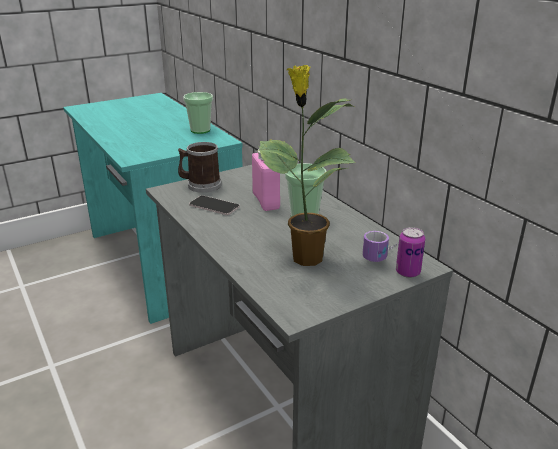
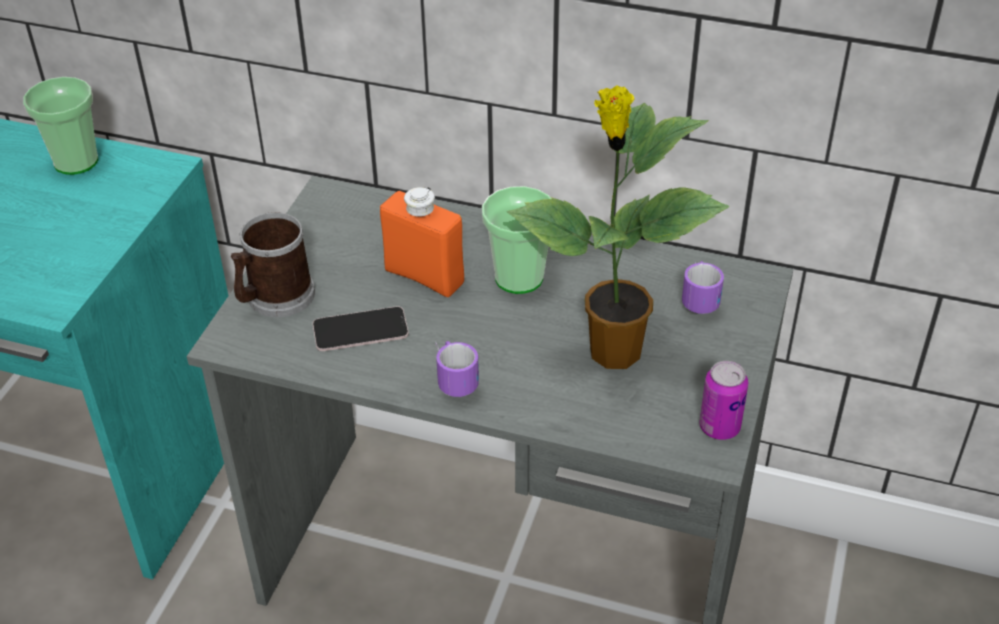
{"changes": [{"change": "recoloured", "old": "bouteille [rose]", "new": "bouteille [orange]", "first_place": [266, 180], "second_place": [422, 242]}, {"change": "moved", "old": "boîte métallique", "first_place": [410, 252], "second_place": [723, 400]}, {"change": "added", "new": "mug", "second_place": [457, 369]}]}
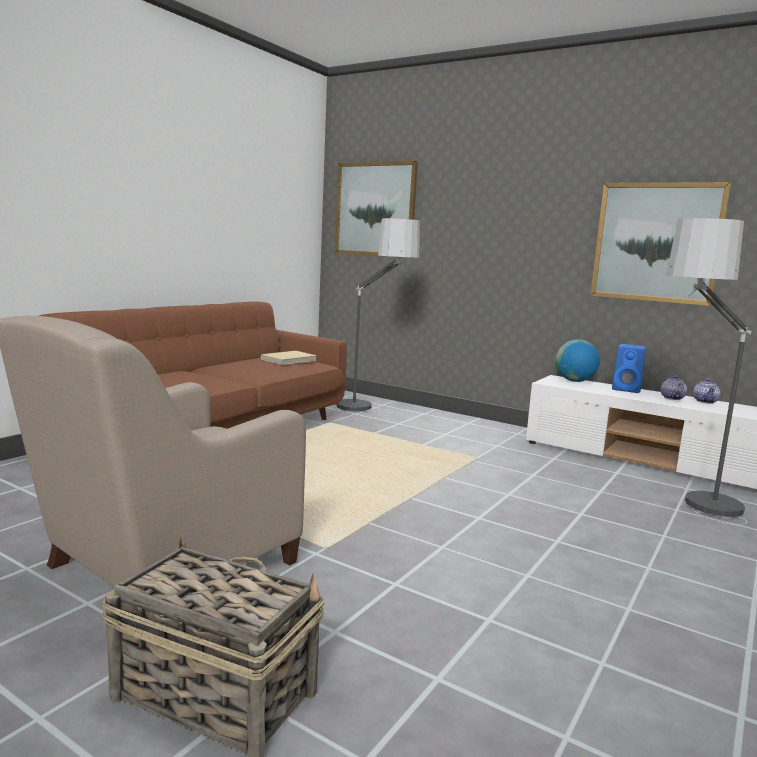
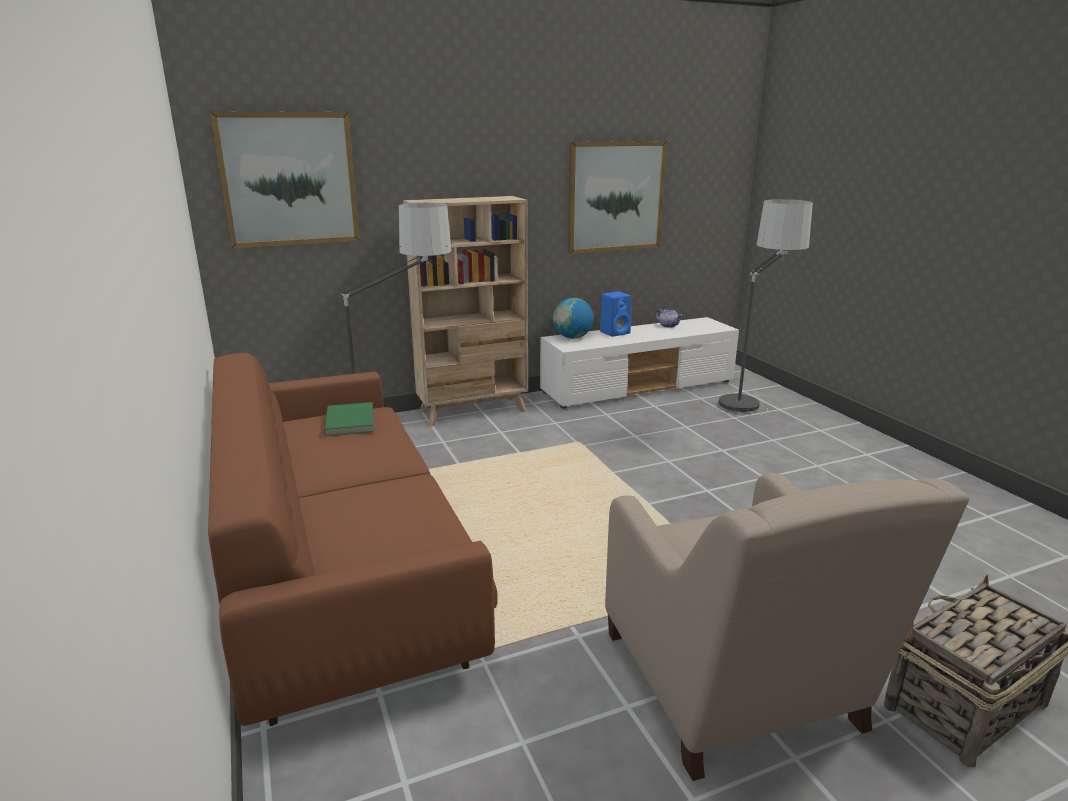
{"changes": [{"change": "recoloured", "old": "livre [beige]", "new": "livre [vert]", "first_place": [289, 358], "second_place": [349, 419]}, {"change": "removed", "old": "théière", "first_place": [674, 388]}, {"change": "added", "new": "bibliothèque [beige]", "second_place": [465, 311]}]}
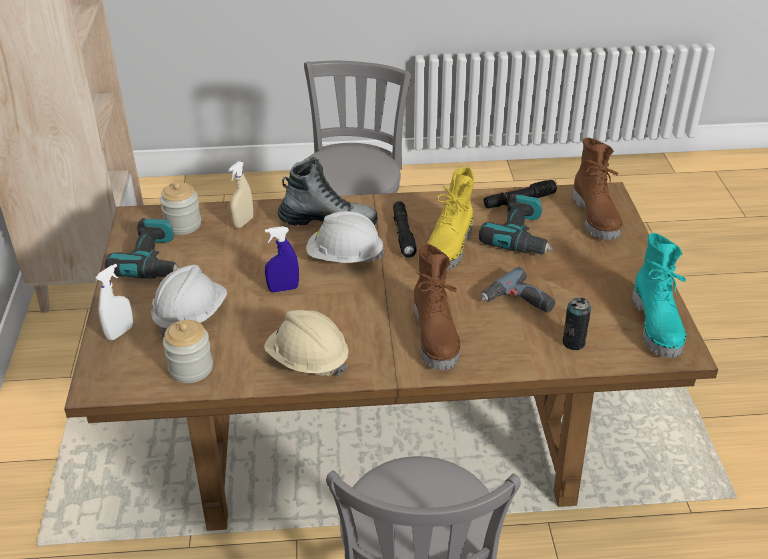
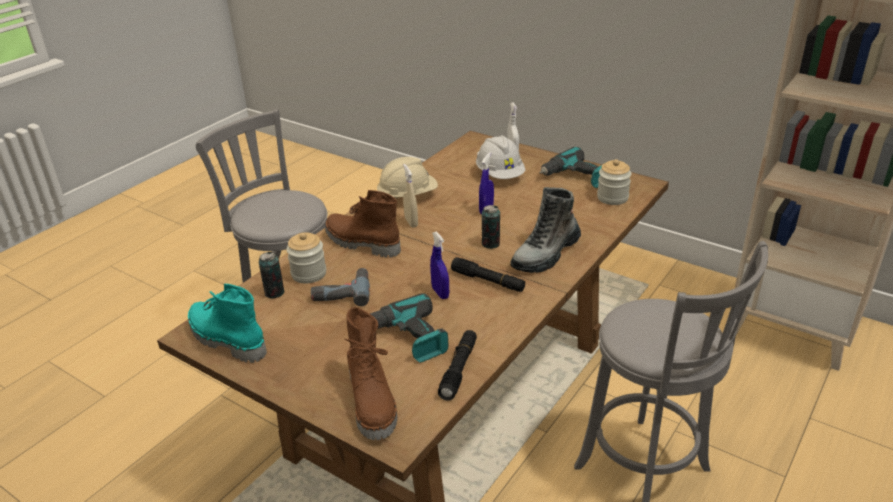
{"changes": [{"change": "turned", "old": "botte [marron]", "first_place": [597, 189], "second_place": [371, 373], "degrees": -135}, {"change": "moved", "old": "vaporisateur [beige]", "first_place": [240, 194], "second_place": [410, 196]}, {"change": "replaced", "old": "botte [jaune]", "new": "vaporisateur [bleu]", "first_place": [450, 218], "second_place": [439, 265]}, {"change": "replaced", "old": "casque de chantier [blanc]", "new": "boîte métallique", "first_place": [345, 237], "second_place": [491, 227]}, {"change": "moved", "old": "bocal", "first_place": [188, 351], "second_place": [306, 258]}]}
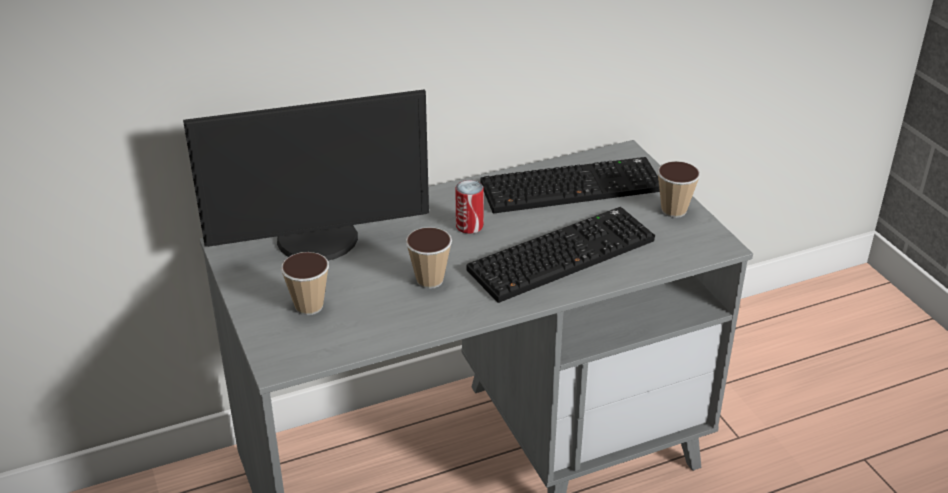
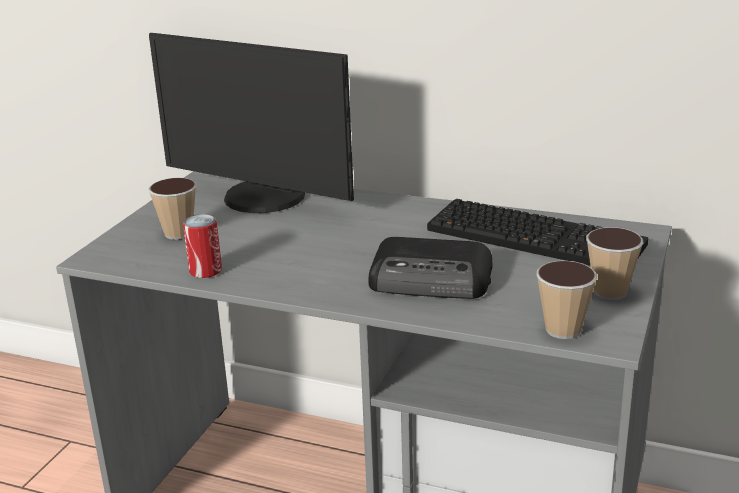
{"changes": [{"change": "moved", "old": "boîte métallique", "first_place": [469, 207], "second_place": [202, 246]}, {"change": "replaced", "old": "clavier", "new": "radio", "first_place": [561, 255], "second_place": [430, 268]}, {"change": "moved", "old": "tasse", "first_place": [428, 258], "second_place": [566, 300]}]}
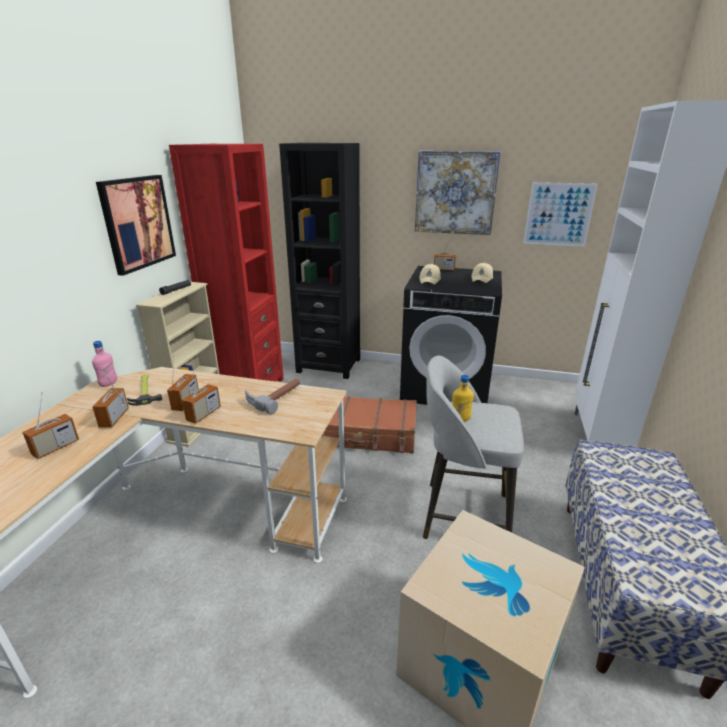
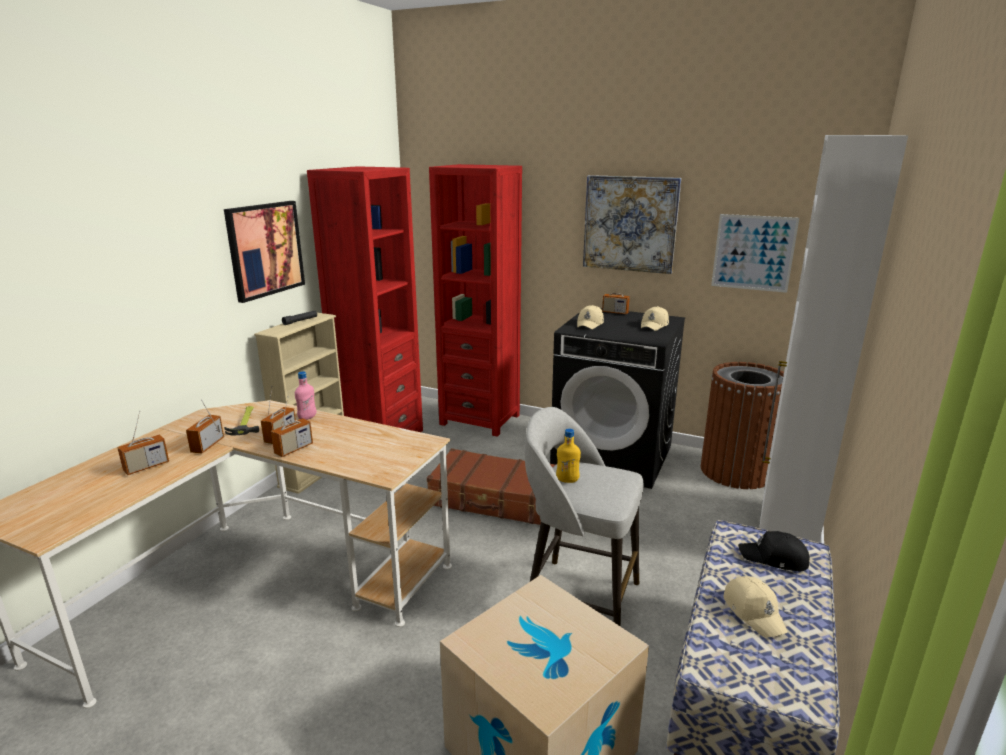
{"changes": [{"change": "recoloured", "old": "bibliothèque [noir]", "new": "bibliothèque [rouge]", "first_place": [319, 261], "second_place": [475, 300]}, {"change": "moved", "old": "bouteille [rose]", "first_place": [104, 364], "second_place": [305, 395]}, {"change": "removed", "old": "marteau", "first_place": [272, 396]}, {"change": "added", "new": "poubelle [marron]", "second_place": [742, 425]}, {"change": "added", "new": "casquette [noir]", "second_place": [774, 551]}, {"change": "added", "new": "casquette [beige]", "second_place": [756, 607]}]}
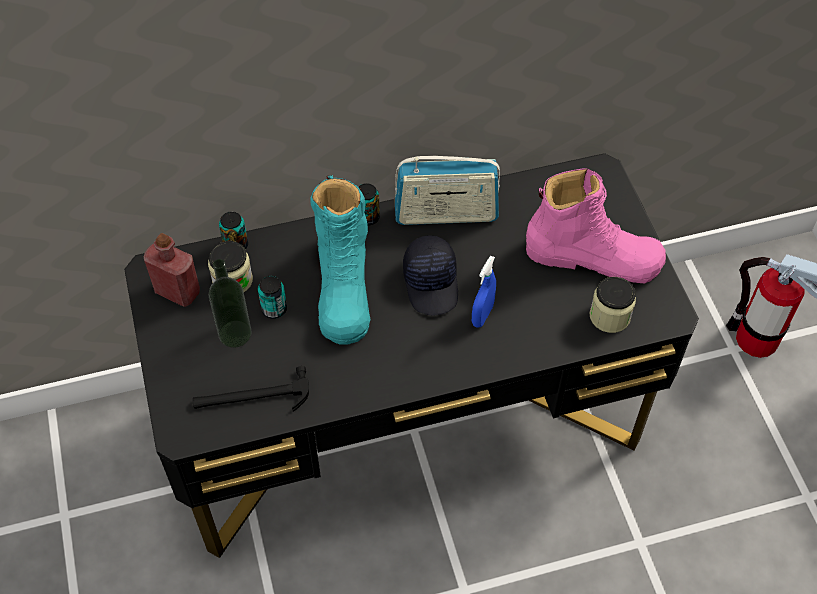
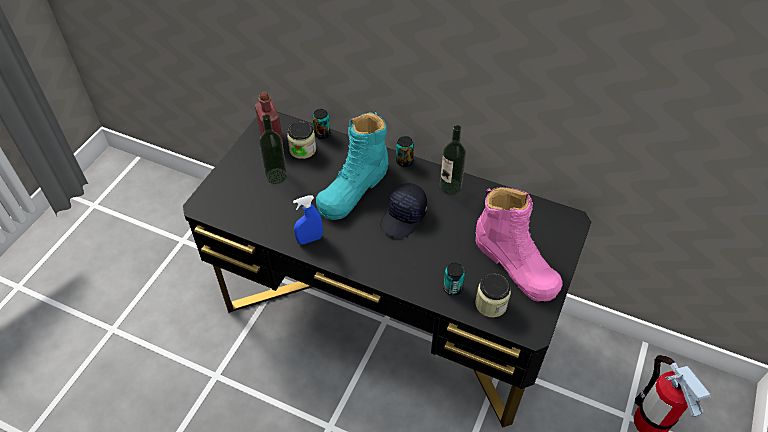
{"changes": [{"change": "replaced", "old": "radio", "new": "bouteille", "first_place": [447, 190], "second_place": [453, 160]}, {"change": "moved", "old": "vaporisateur [bleu]", "first_place": [484, 292], "second_place": [308, 219]}, {"change": "moved", "old": "boîte métallique", "first_place": [272, 297], "second_place": [454, 279]}, {"change": "removed", "old": "marteau", "first_place": [251, 389]}]}
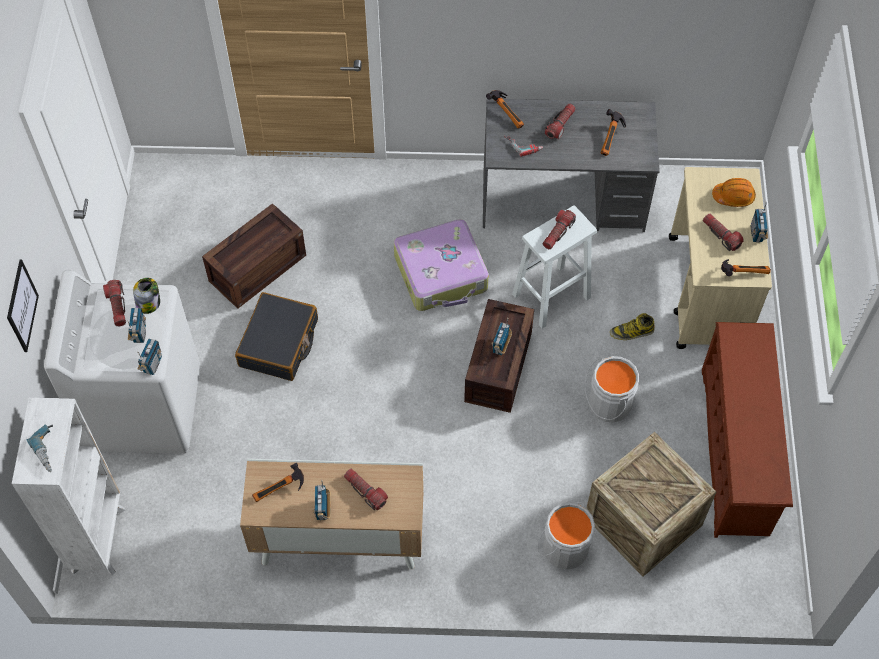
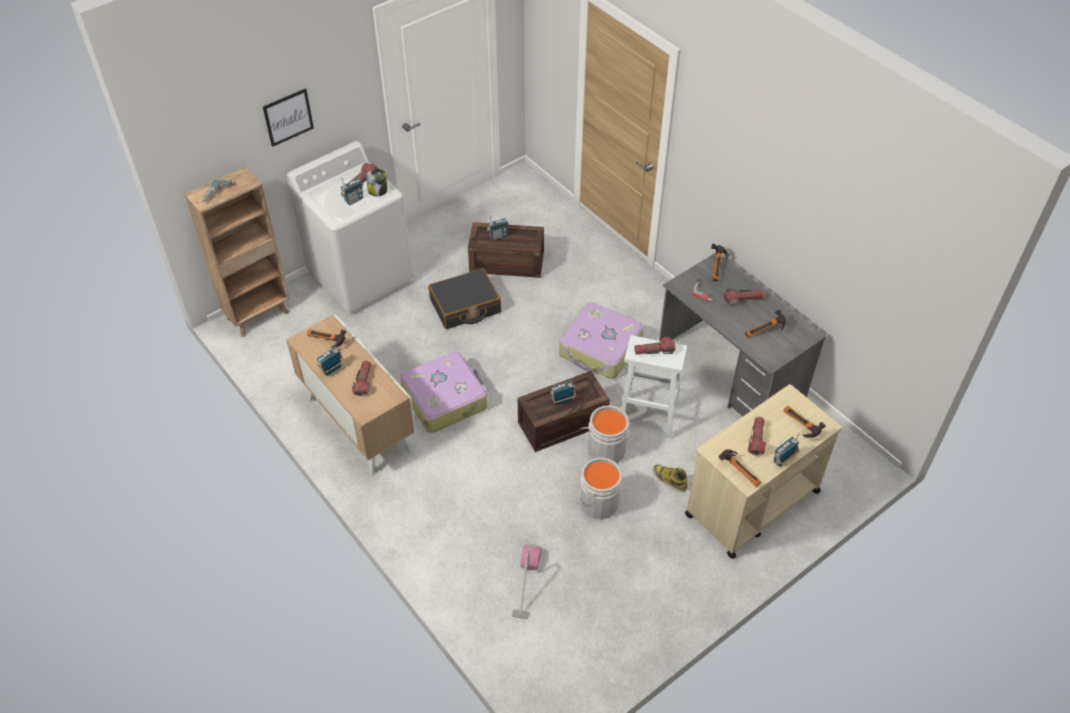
{"changes": [{"change": "replaced", "old": "casque de chantier [orange]", "new": "marteau", "first_place": [734, 192], "second_place": [805, 422]}, {"change": "removed", "old": "étagère à chaussures [marron]", "first_place": [747, 430]}, {"change": "moved", "old": "radio", "first_place": [149, 357], "second_place": [498, 228]}, {"change": "recoloured", "old": "bibliothèque [blanc]", "new": "bibliothèque [marron]", "first_place": [68, 486], "second_place": [237, 252]}, {"change": "replaced", "old": "caisse", "new": "aspirateur", "first_place": [651, 504], "second_place": [526, 581]}, {"change": "moved", "old": "seau [gris]", "first_place": [566, 536], "second_place": [607, 434]}, {"change": "added", "new": "valise", "second_place": [443, 392]}]}
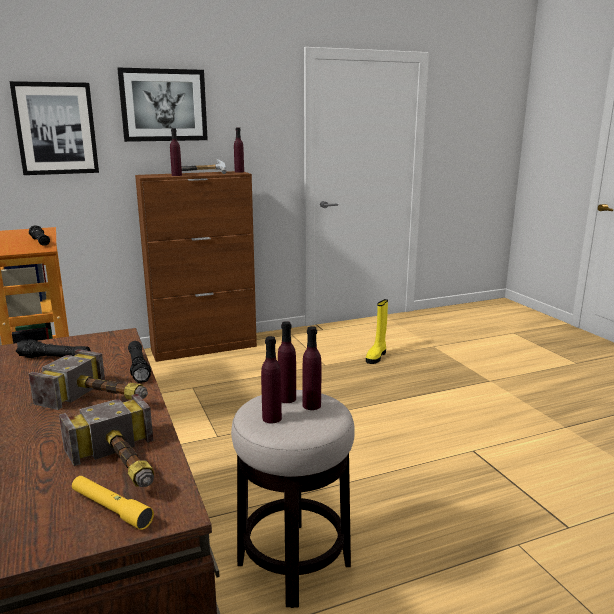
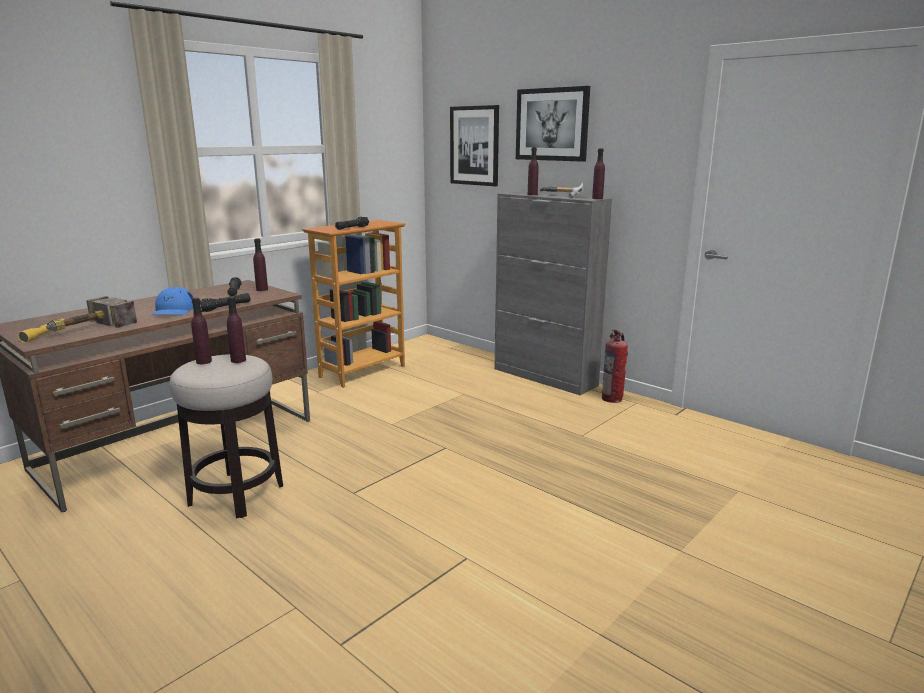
{"changes": [{"change": "recoloured", "old": "meuble de rangement [marron]", "new": "meuble de rangement [gris]", "first_place": [196, 266], "second_place": [553, 293]}, {"change": "removed", "old": "botte [jaune]", "first_place": [377, 331]}, {"change": "moved", "old": "bouteille [violet]", "first_place": [312, 368], "second_place": [260, 265]}, {"change": "replaced", "old": "marteau", "new": "casquette [bleu]", "first_place": [88, 379], "second_place": [173, 301]}, {"change": "added", "new": "extincteur", "second_place": [615, 366]}]}
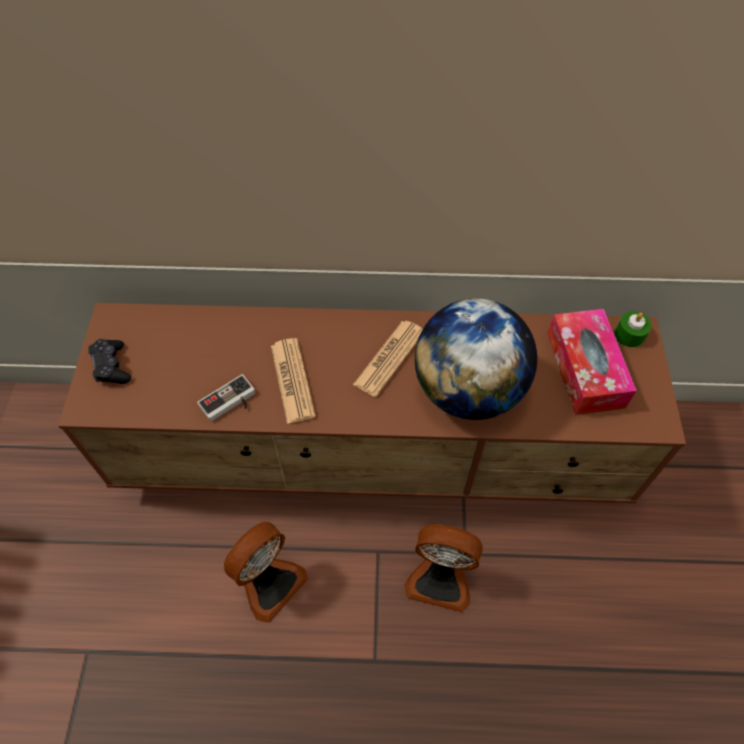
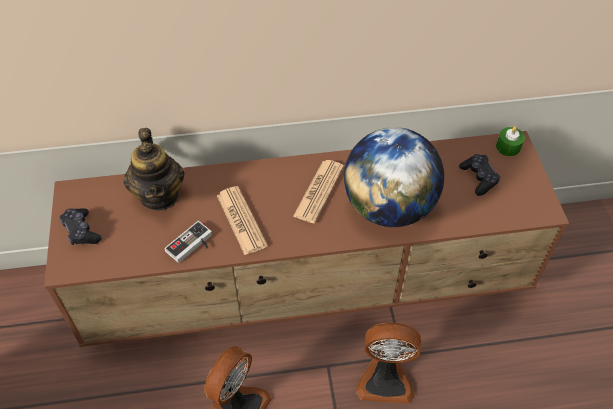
{"changes": [{"change": "replaced", "old": "boîte à mouchoirs", "new": "manette [noir]", "first_place": [591, 362], "second_place": [479, 175]}, {"change": "added", "new": "théière", "second_place": [154, 169]}]}
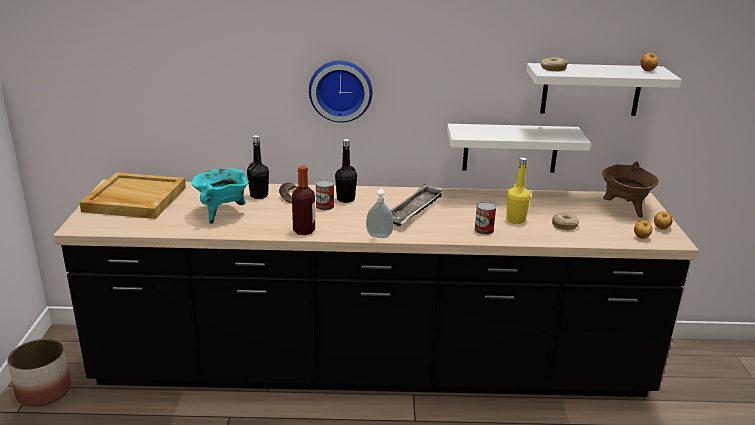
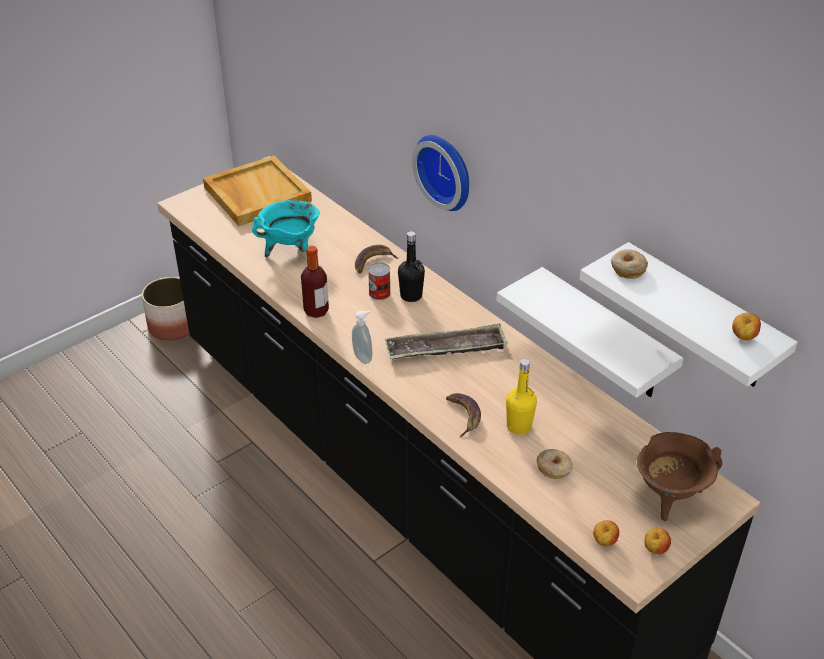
{"changes": [{"change": "removed", "old": "bouteille [noir]", "first_place": [258, 167]}, {"change": "replaced", "old": "boîte métallique", "new": "banane", "first_place": [485, 218], "second_place": [463, 415]}]}
